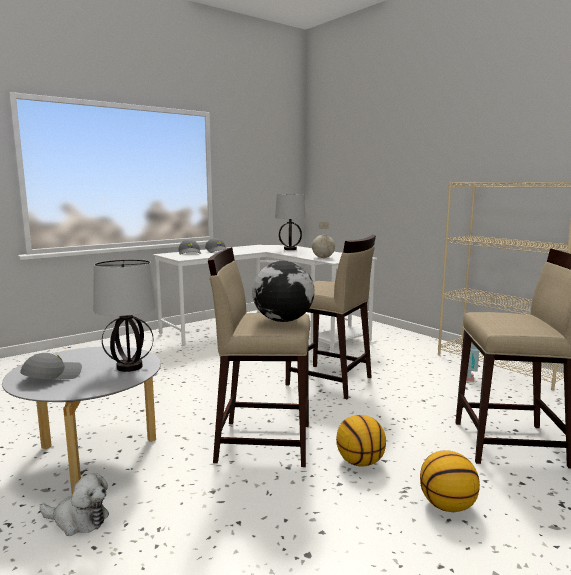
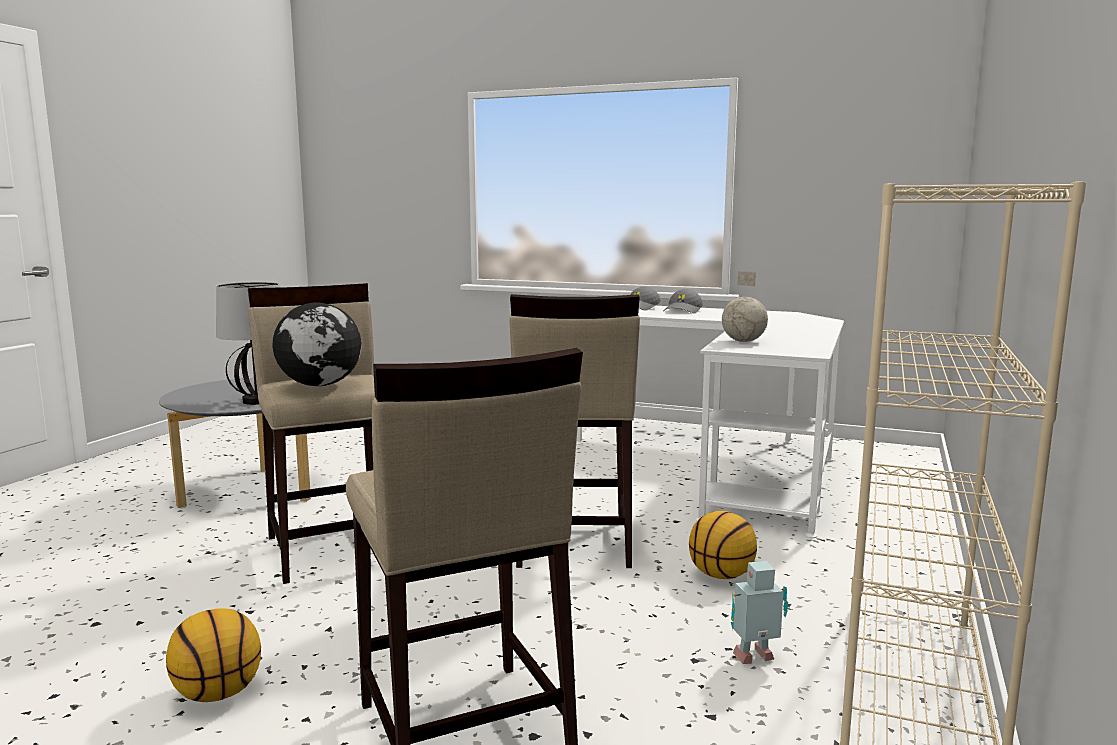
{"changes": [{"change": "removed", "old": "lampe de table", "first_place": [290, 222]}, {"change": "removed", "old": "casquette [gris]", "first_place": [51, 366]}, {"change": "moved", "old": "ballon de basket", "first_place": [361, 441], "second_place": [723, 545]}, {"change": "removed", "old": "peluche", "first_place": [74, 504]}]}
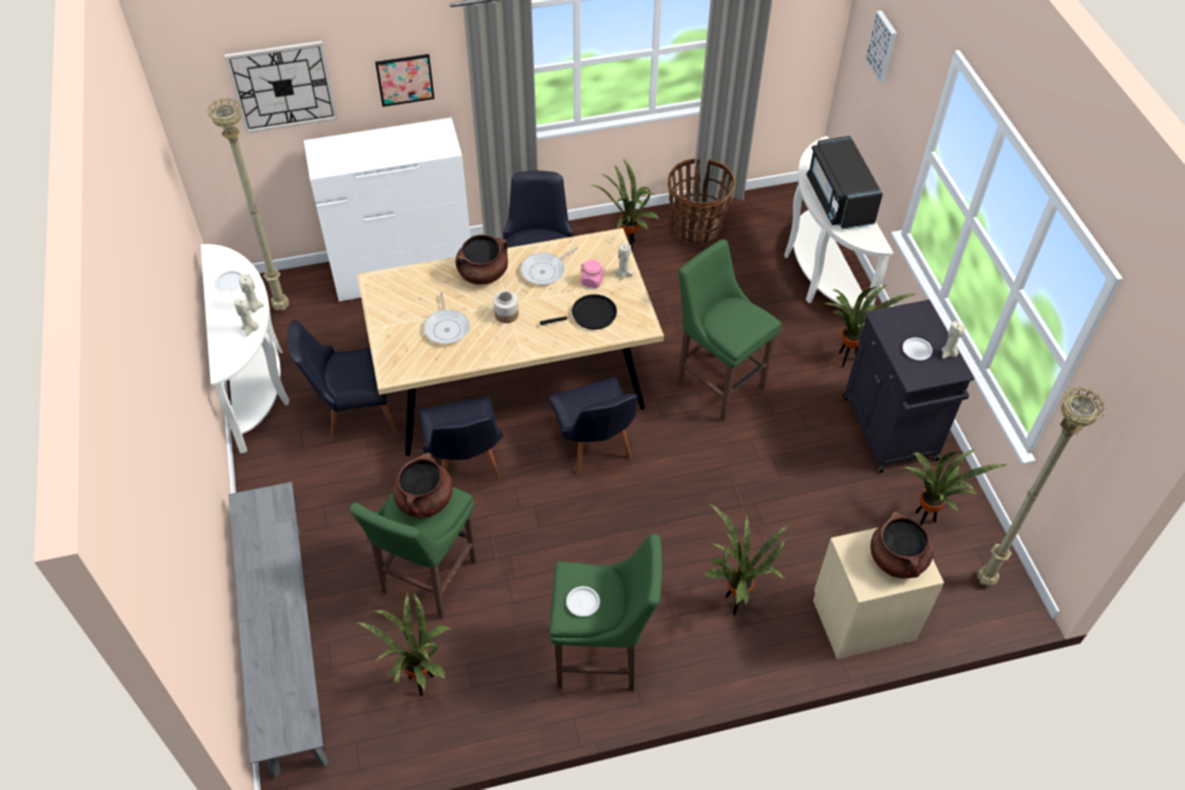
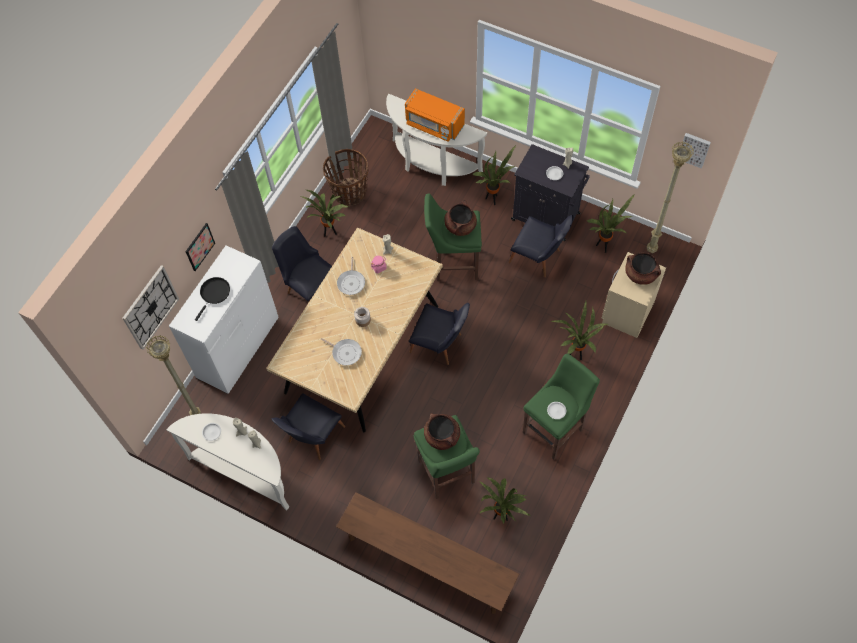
{"changes": [{"change": "moved", "old": "tableau", "first_place": [881, 46], "second_place": [697, 151]}, {"change": "recoloured", "old": "micro-ondes [noir]", "new": "micro-ondes [orange]", "first_place": [844, 183], "second_place": [435, 115]}, {"change": "moved", "old": "marmite [marron]", "first_place": [481, 260], "second_place": [460, 218]}, {"change": "moved", "old": "poêle [noir]", "first_place": [578, 312], "second_place": [212, 299]}, {"change": "moved", "old": "chaise [noir]", "first_place": [460, 438], "second_place": [541, 246]}, {"change": "recoloured", "old": "banc [gris]", "new": "banc [marron]", "first_place": [279, 630], "second_place": [427, 553]}]}
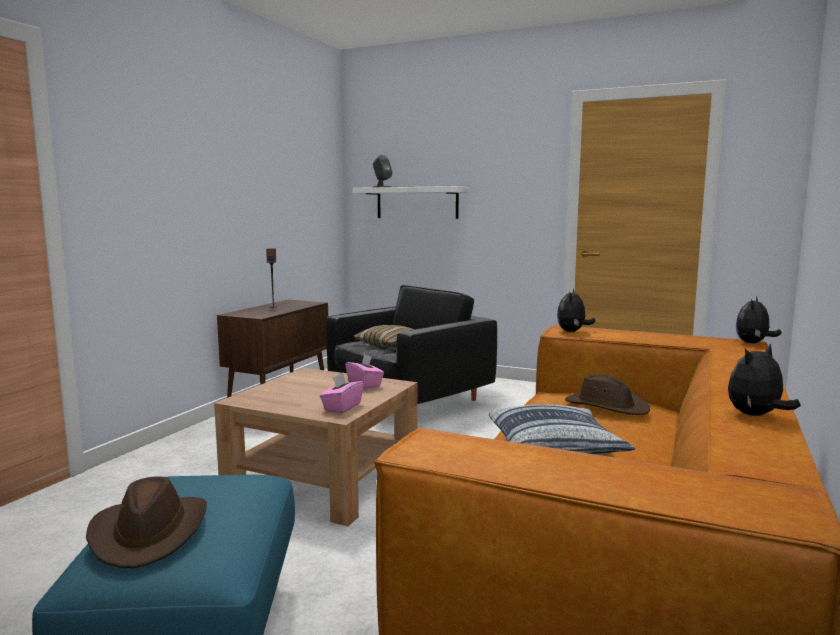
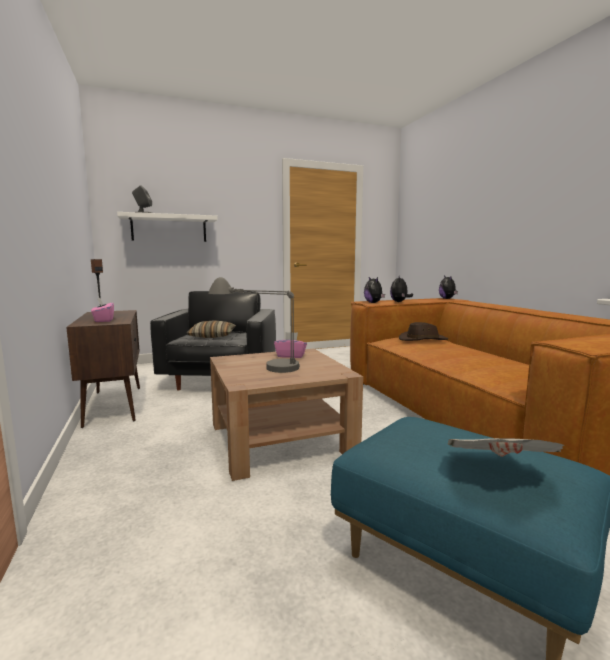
{"changes": [{"change": "moved", "old": "peluche", "first_place": [764, 380], "second_place": [401, 289]}, {"change": "moved", "old": "boîte à mouchoirs [rose]", "first_place": [342, 393], "second_place": [102, 310]}, {"change": "removed", "old": "coussin", "first_place": [562, 429]}, {"change": "replaced", "old": "chapeau [marron]", "new": "journal", "first_place": [146, 522], "second_place": [506, 447]}, {"change": "added", "new": "lampe de table [gris]", "second_place": [254, 325]}]}
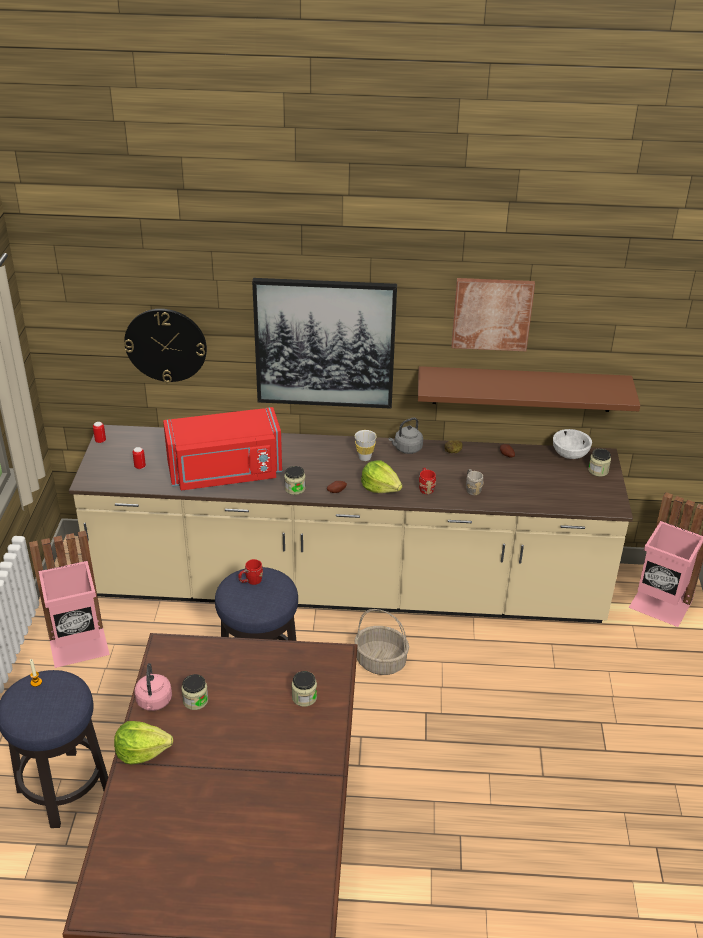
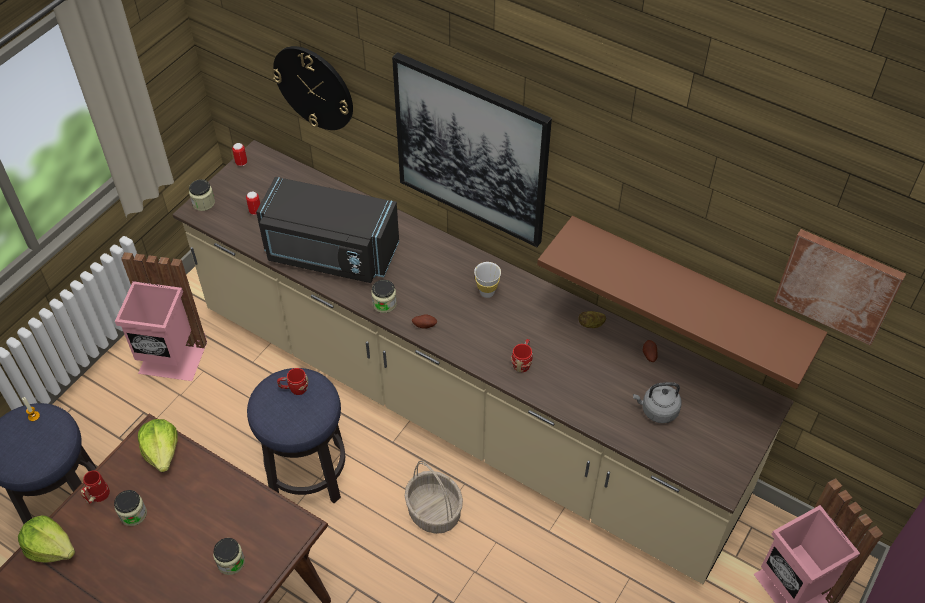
{"changes": [{"change": "moved", "old": "tableau", "first_place": [493, 314], "second_place": [840, 287]}, {"change": "recoloured", "old": "micro-ondes [rouge]", "new": "micro-ondes [noir]", "first_place": [222, 448], "second_place": [327, 230]}, {"change": "moved", "old": "bouilloire [gris]", "first_place": [406, 435], "second_place": [657, 402]}, {"change": "removed", "old": "bol [blanc]", "first_place": [572, 444]}, {"change": "moved", "old": "bocal", "first_place": [599, 462], "second_place": [202, 195]}, {"change": "moved", "old": "laitue", "first_place": [381, 476], "second_place": [158, 445]}, {"change": "removed", "old": "mug [gris]", "first_place": [475, 482]}, {"change": "replaced", "old": "bouilloire [rose]", "new": "mug [rouge]", "first_place": [153, 687], "second_place": [95, 486]}]}
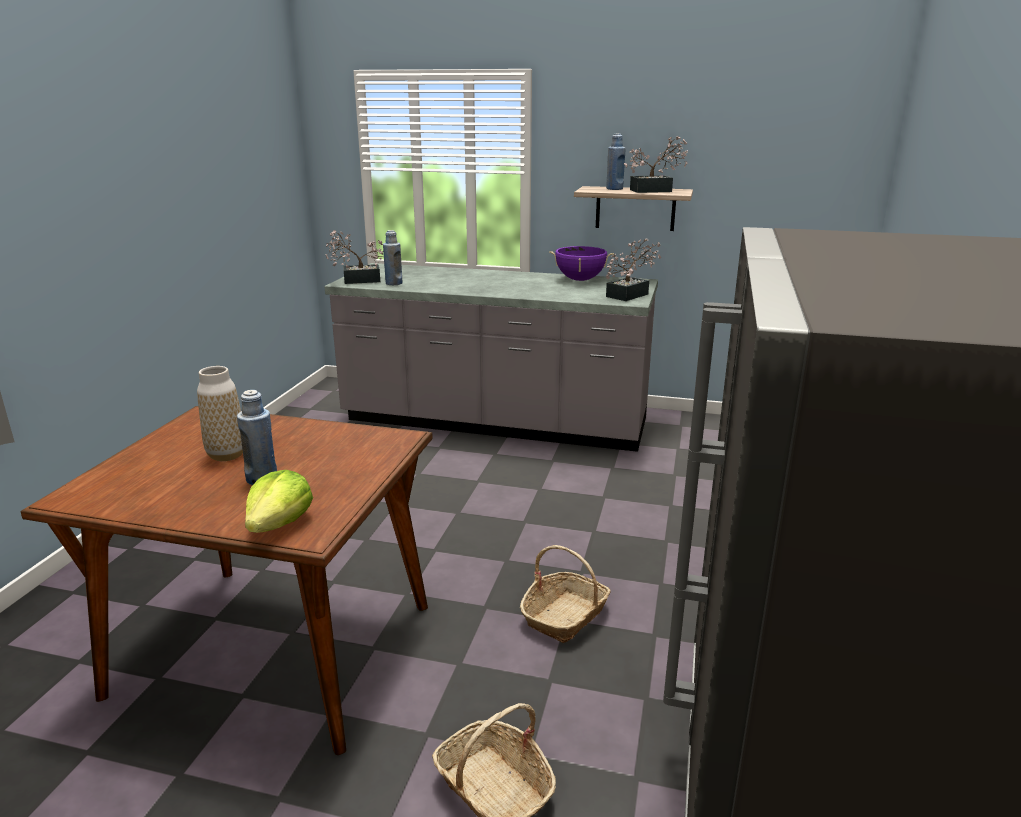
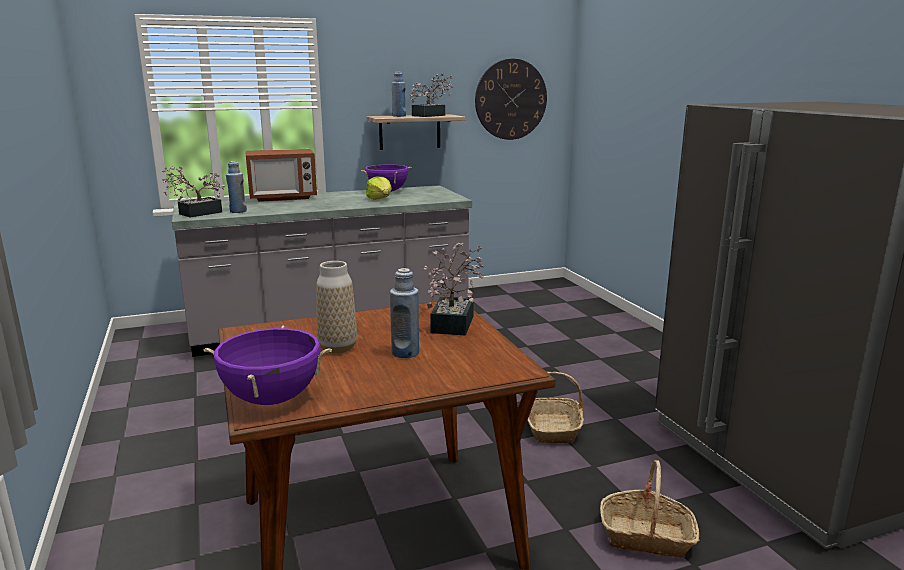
{"changes": [{"change": "moved", "old": "plante en pot", "first_place": [633, 269], "second_place": [454, 289]}, {"change": "moved", "old": "laitue", "first_place": [279, 501], "second_place": [379, 188]}, {"change": "added", "new": "horloge murale", "second_place": [511, 99]}, {"change": "added", "new": "micro-ondes", "second_place": [281, 175]}, {"change": "added", "new": "marmite [violet]", "second_place": [267, 365]}]}
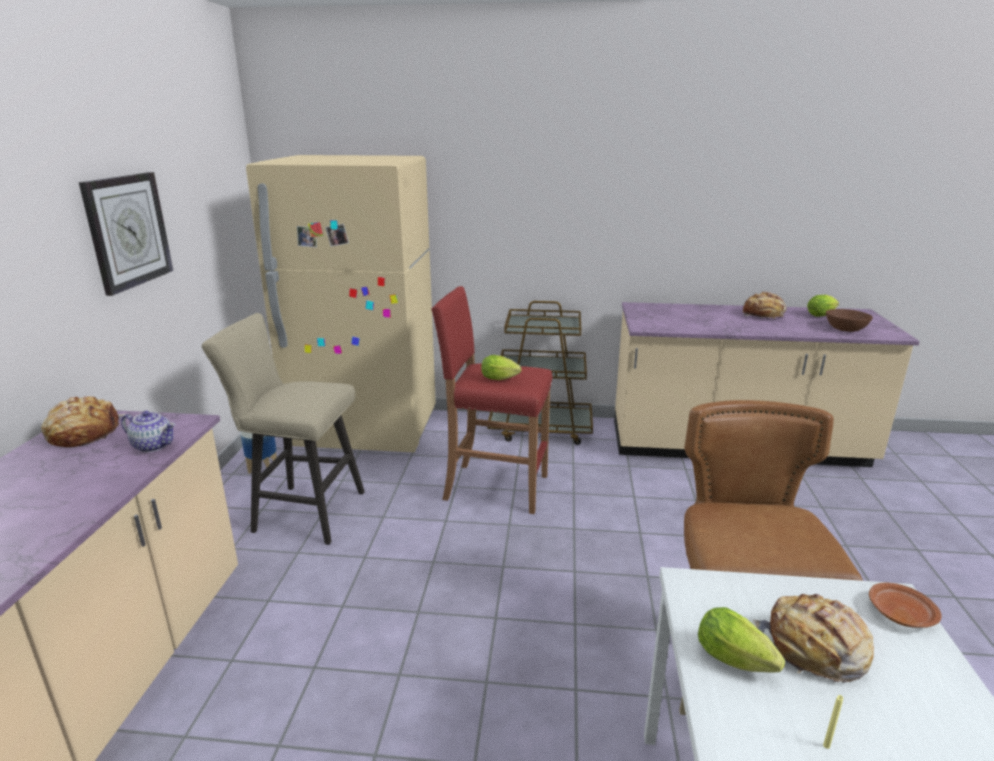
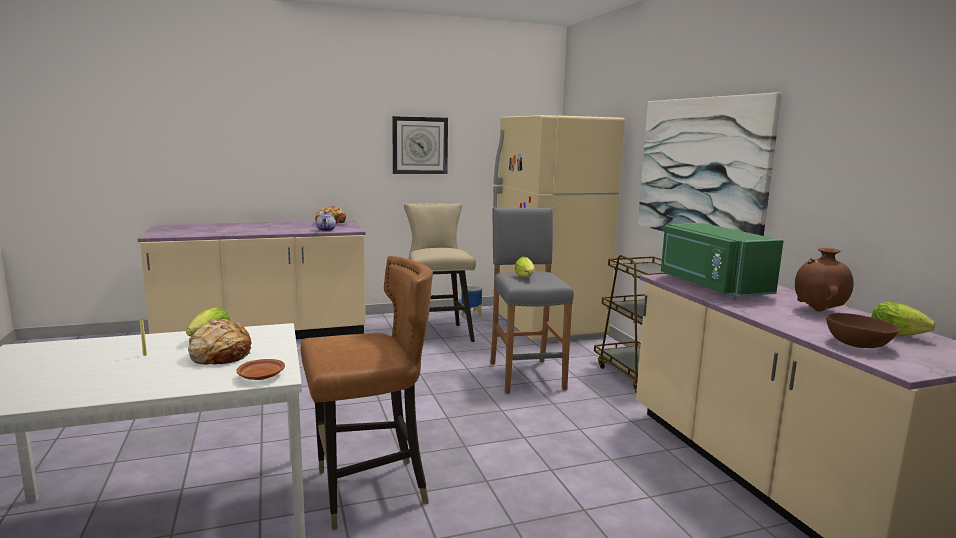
{"changes": [{"change": "recoloured", "old": "tabouret [rouge]", "new": "tabouret [gris]", "first_place": [491, 400], "second_place": [532, 301]}, {"change": "replaced", "old": "pain", "new": "vase [marron]", "first_place": [765, 305], "second_place": [824, 280]}, {"change": "added", "new": "tableau", "second_place": [710, 164]}, {"change": "added", "new": "micro-ondes [vert]", "second_place": [722, 260]}]}
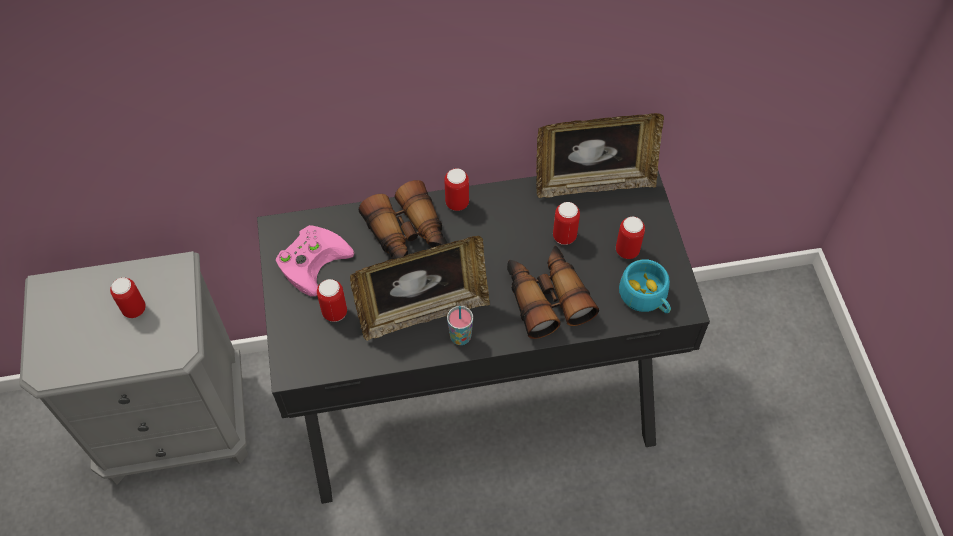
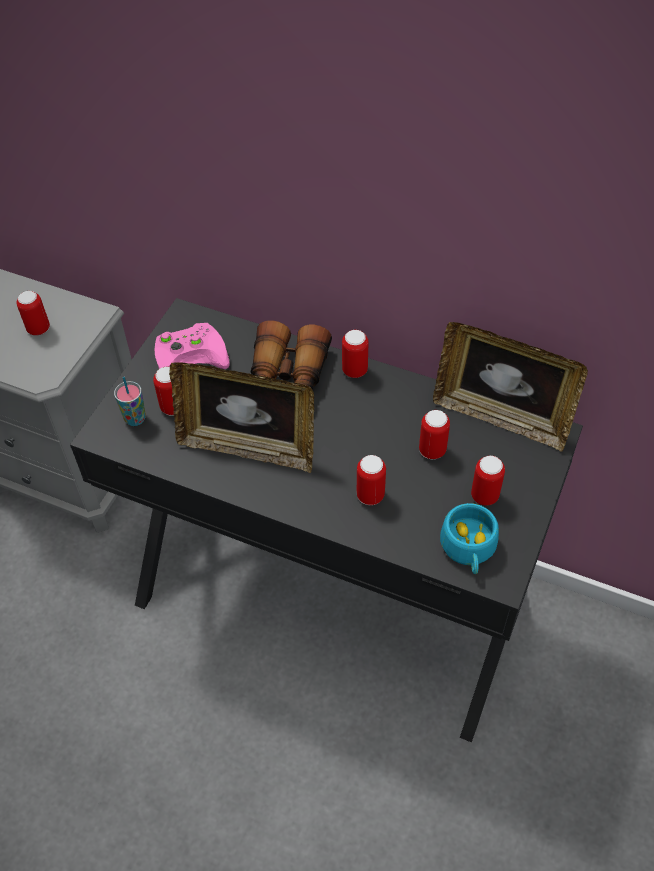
{"changes": [{"change": "replaced", "old": "jumelles", "new": "boîte métallique", "first_place": [553, 292], "second_place": [371, 480]}, {"change": "moved", "old": "tasse", "first_place": [460, 325], "second_place": [130, 401]}]}
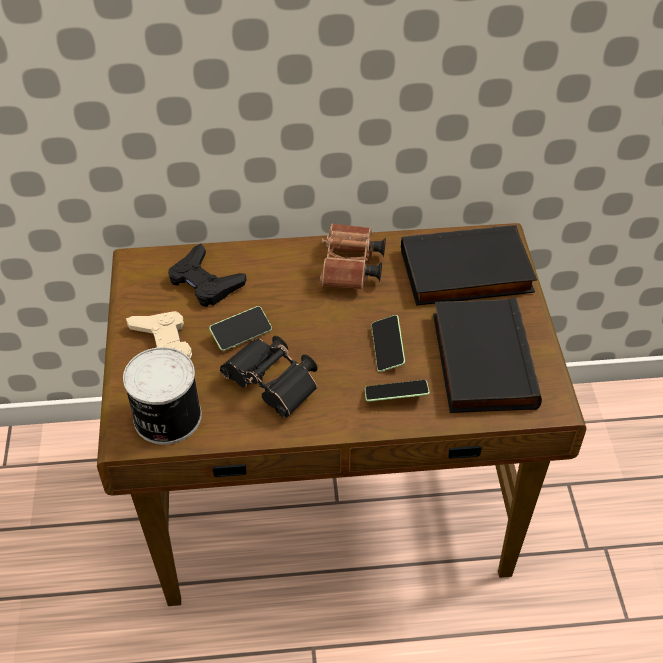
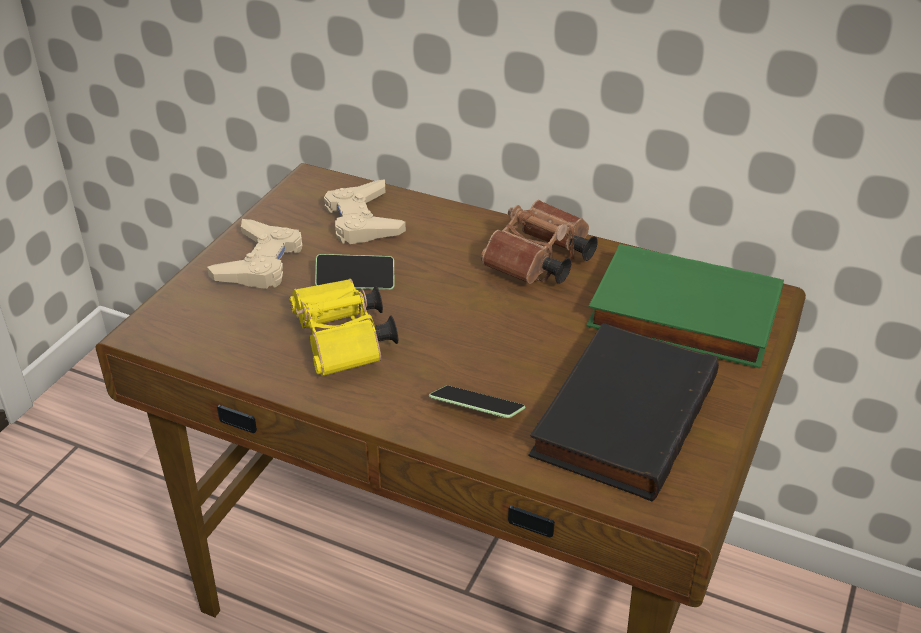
{"changes": [{"change": "recoloured", "old": "livre [noir]", "new": "livre [vert]", "first_place": [469, 265], "second_place": [685, 306]}, {"change": "recoloured", "old": "manette [noir]", "new": "manette [beige]", "first_place": [207, 275], "second_place": [365, 211]}, {"change": "removed", "old": "téléphone", "first_place": [388, 343]}, {"change": "recoloured", "old": "jumelles [noir]", "new": "jumelles [jaune]", "first_place": [269, 376], "second_place": [343, 328]}, {"change": "removed", "old": "boîte métallique", "first_place": [162, 396]}]}
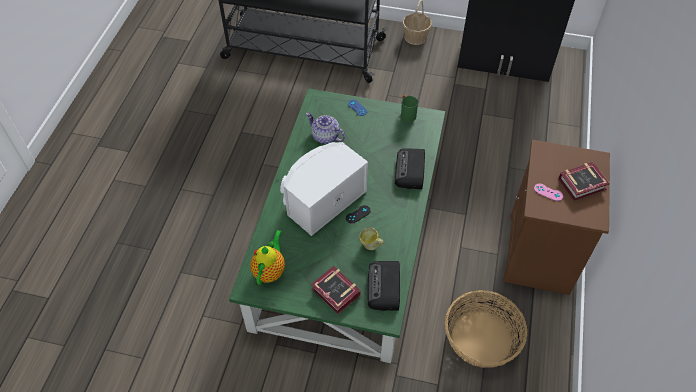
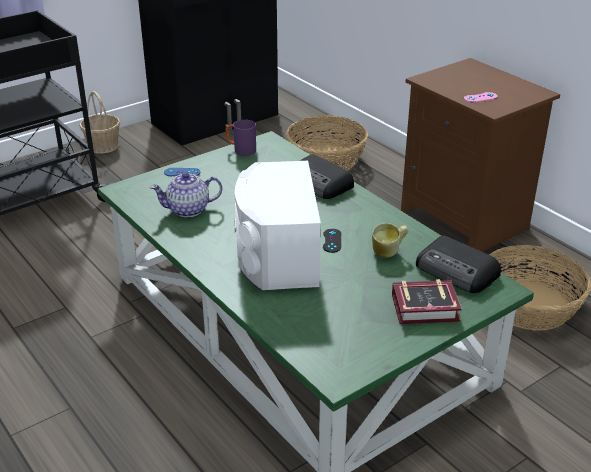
{"changes": [{"change": "recoloured", "old": "mug [vert]", "new": "mug [violet]", "first_place": [409, 108], "second_place": [240, 138]}, {"change": "removed", "old": "livre", "first_place": [584, 181]}, {"change": "removed", "old": "théière", "first_place": [267, 257]}, {"change": "added", "new": "panier", "second_place": [327, 142]}]}
